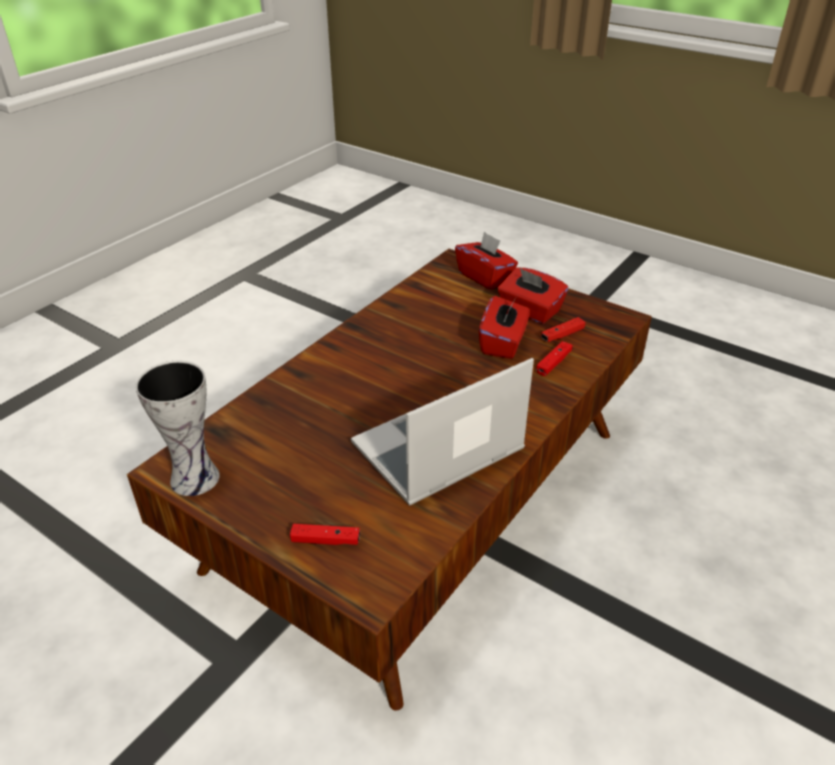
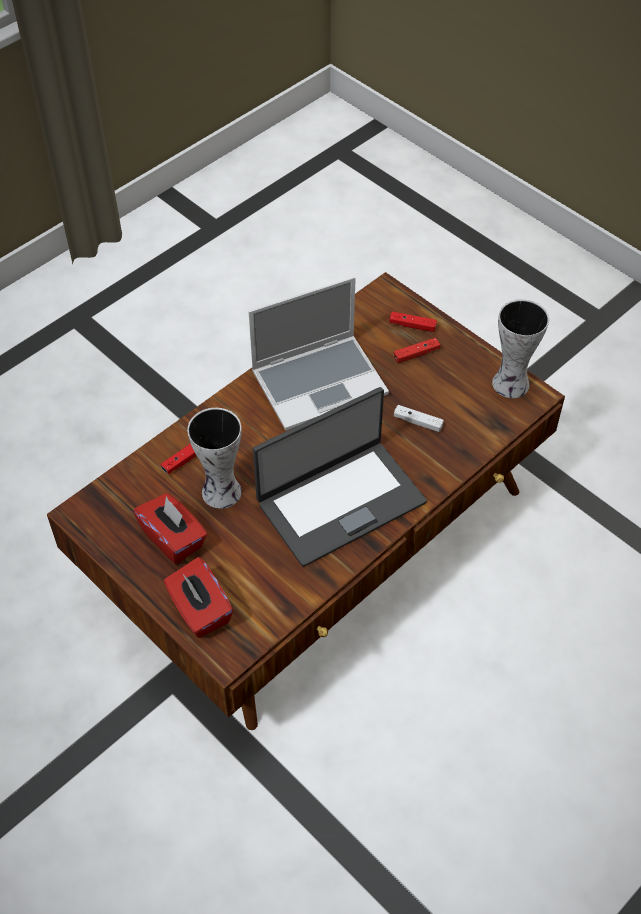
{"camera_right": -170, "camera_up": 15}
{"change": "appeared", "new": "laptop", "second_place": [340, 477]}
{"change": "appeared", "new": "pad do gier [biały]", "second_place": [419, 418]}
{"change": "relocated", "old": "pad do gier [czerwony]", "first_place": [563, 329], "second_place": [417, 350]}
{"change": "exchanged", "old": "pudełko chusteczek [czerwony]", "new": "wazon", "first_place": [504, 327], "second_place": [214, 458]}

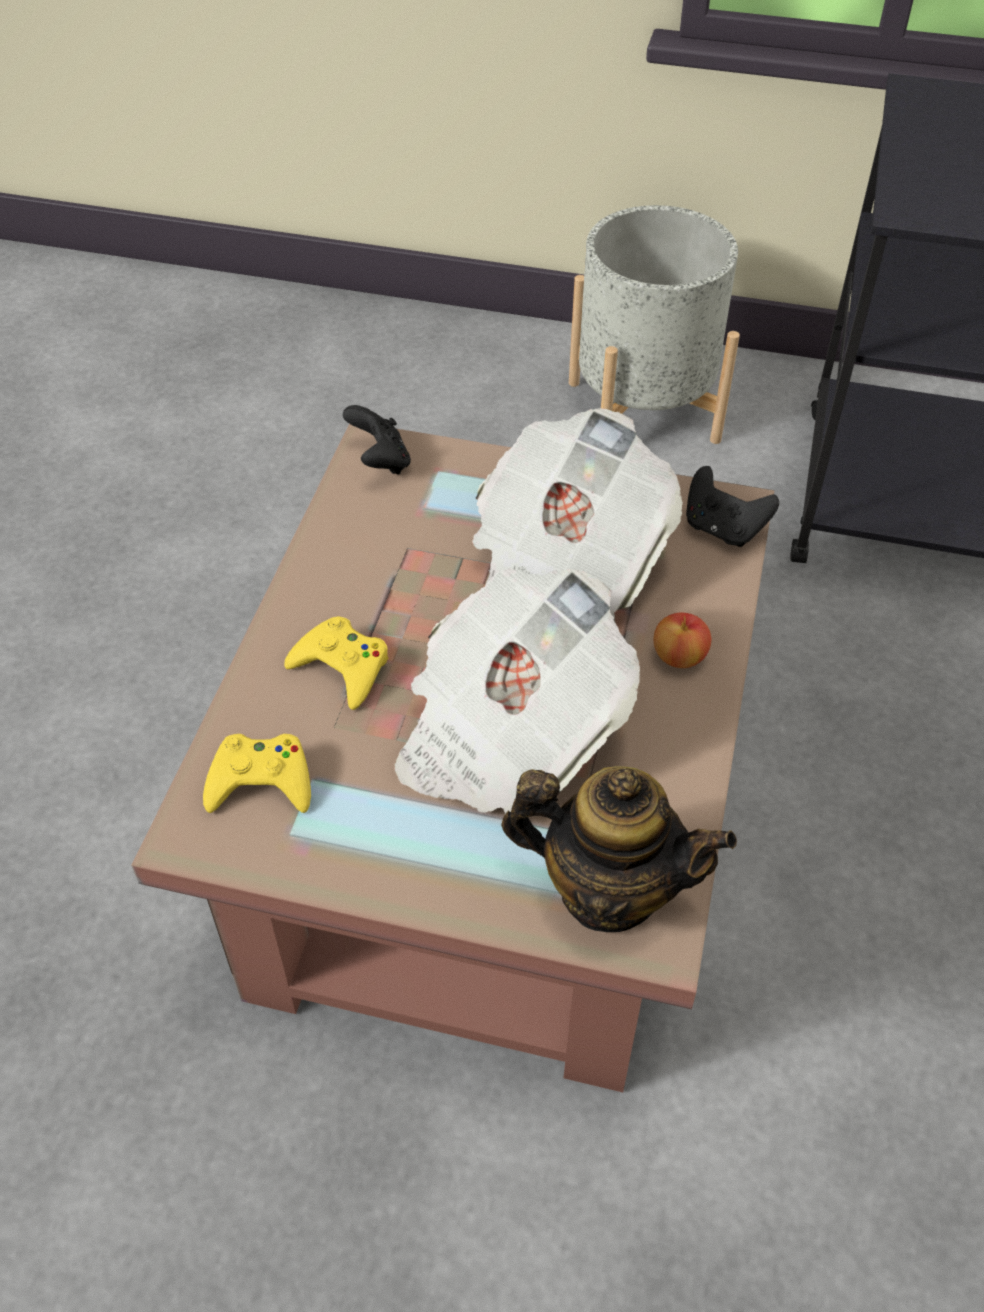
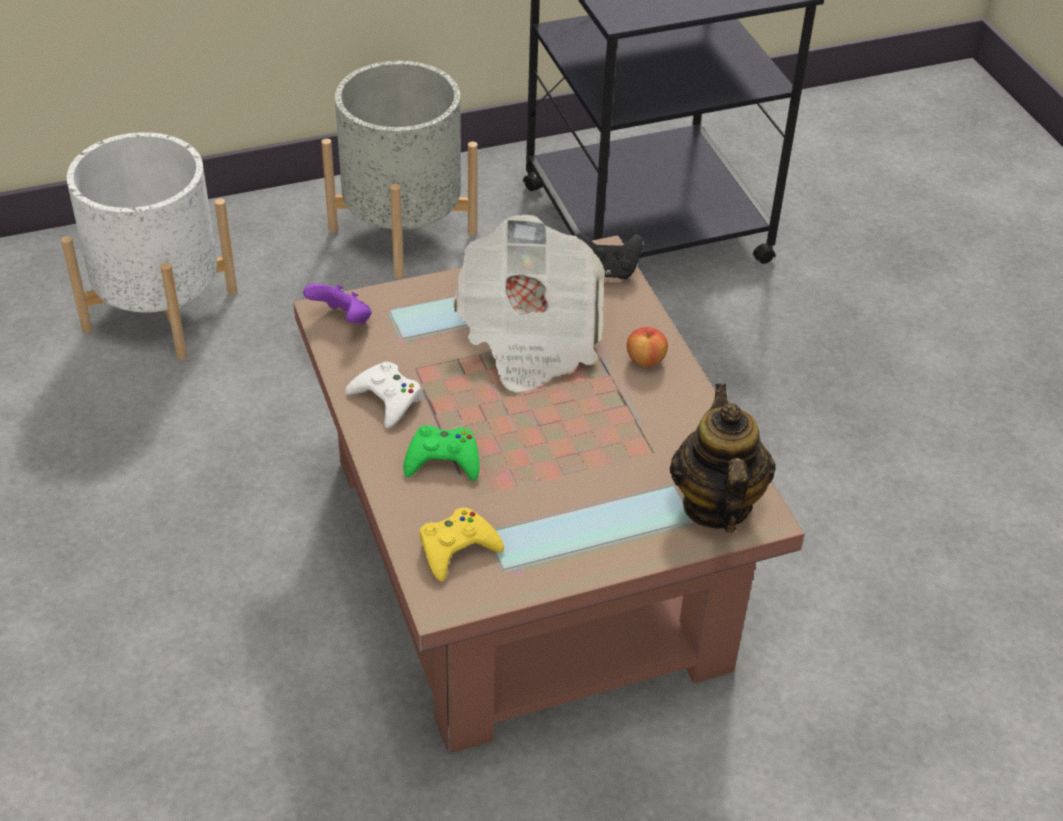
{"camera_right": -35, "camera_up": -5}
{"change": "missing", "old": "gazeta", "first_place": [517, 691]}
{"change": "appeared", "new": "donica [biały]", "second_place": [149, 246]}
{"change": "appeared", "new": "pad do gier [biały]", "second_place": [383, 395]}
{"change": "colour", "old": "pad do gier [żółty]", "new": "pad do gier [zielony]", "first_place": [336, 663], "second_place": [441, 453]}
{"change": "colour", "old": "pad do gier [czarny]", "new": "pad do gier [fioletowy]", "first_place": [377, 440], "second_place": [337, 303]}
{"change": "spun", "old": "imbryk", "first_place": [619, 849], "second_place": [723, 458], "degrees": -75}

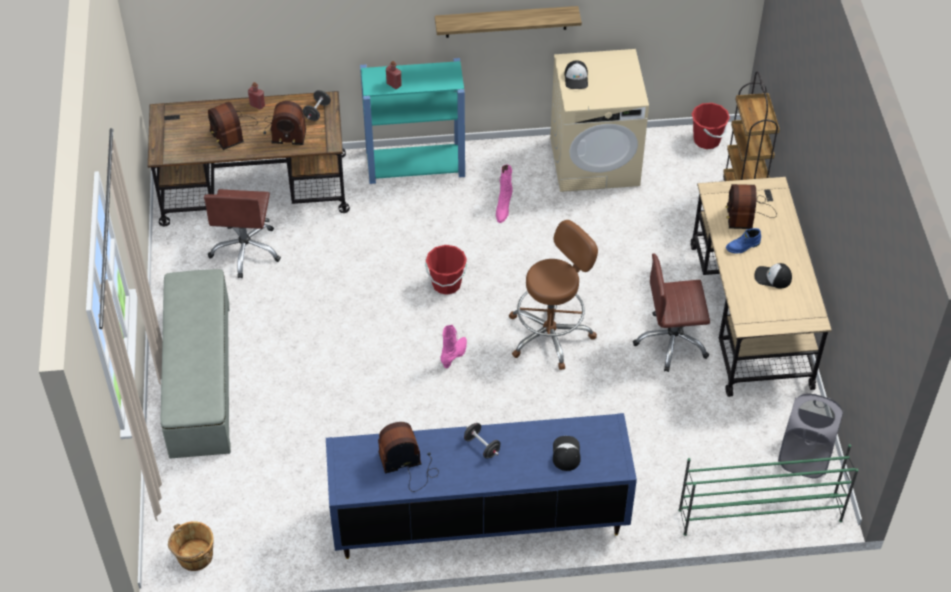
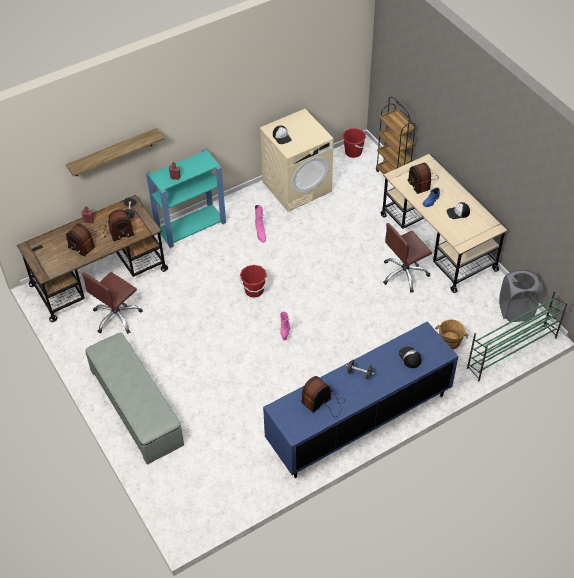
{"camera_right": -25, "camera_up": 0}
{"change": "missing", "old": "stołek [brązowy]", "first_place": [553, 295]}
{"change": "relocated", "old": "wiadro [brązowy]", "first_place": [190, 546], "second_place": [451, 334]}
{"change": "relocated", "old": "półka", "first_place": [508, 22], "second_place": [115, 152]}
{"change": "spun", "old": "krzesło biurowe [brązowy]", "first_place": [242, 233], "second_place": [112, 303], "degrees": 60}

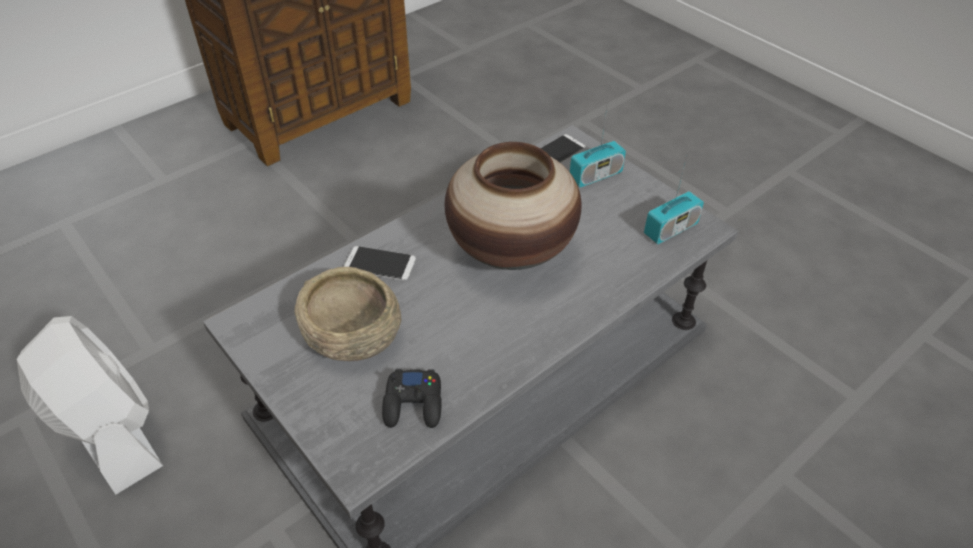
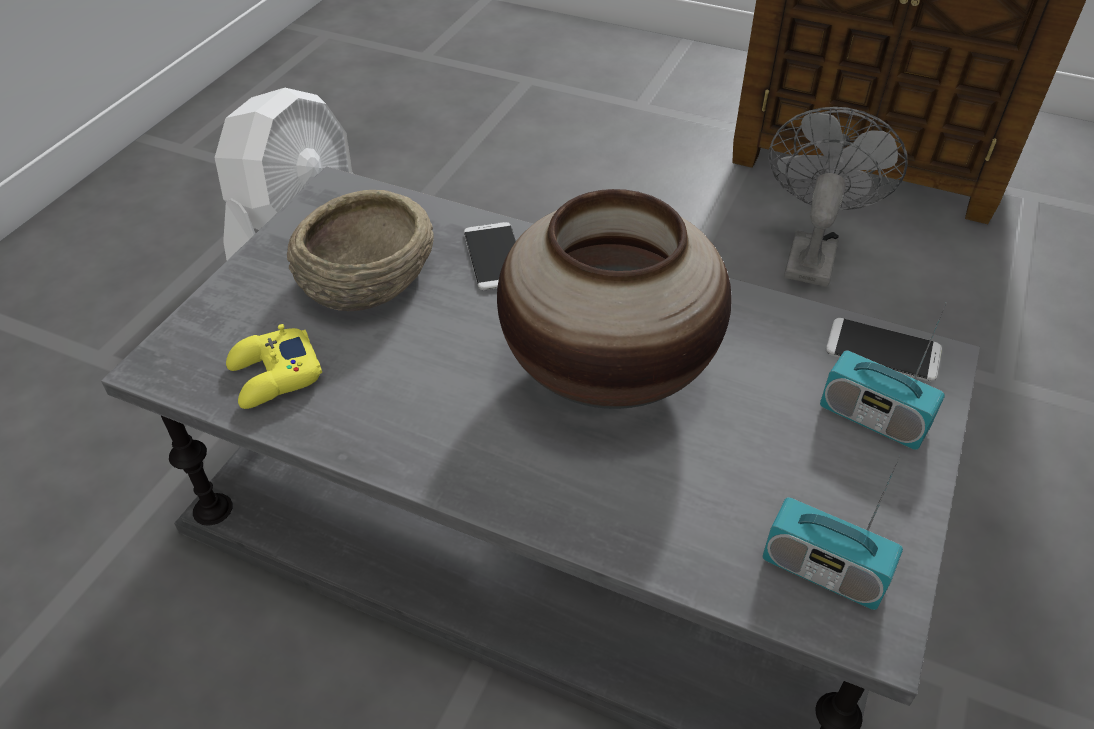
{"camera_right": 65, "camera_up": 0}
{"change": "appeared", "new": "wentylator [szary]", "second_place": [838, 197]}
{"change": "colour", "old": "pad do gier [czarny]", "new": "pad do gier [żółty]", "first_place": [412, 398], "second_place": [274, 366]}

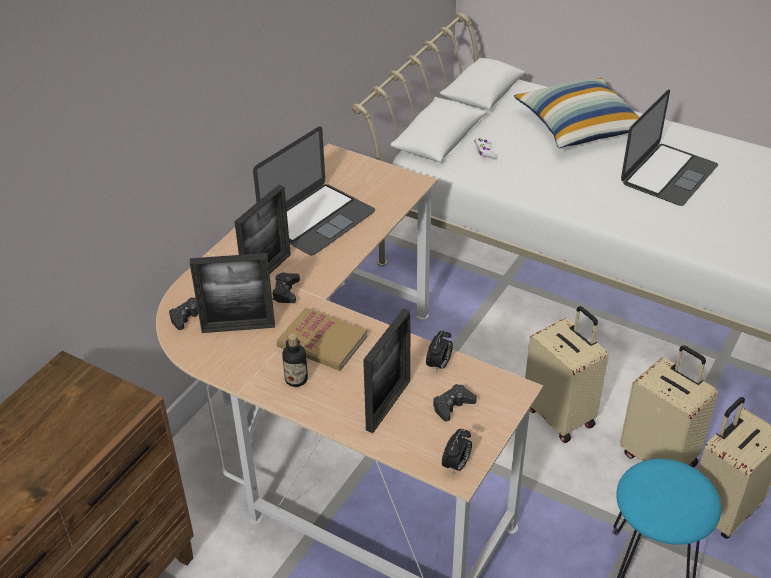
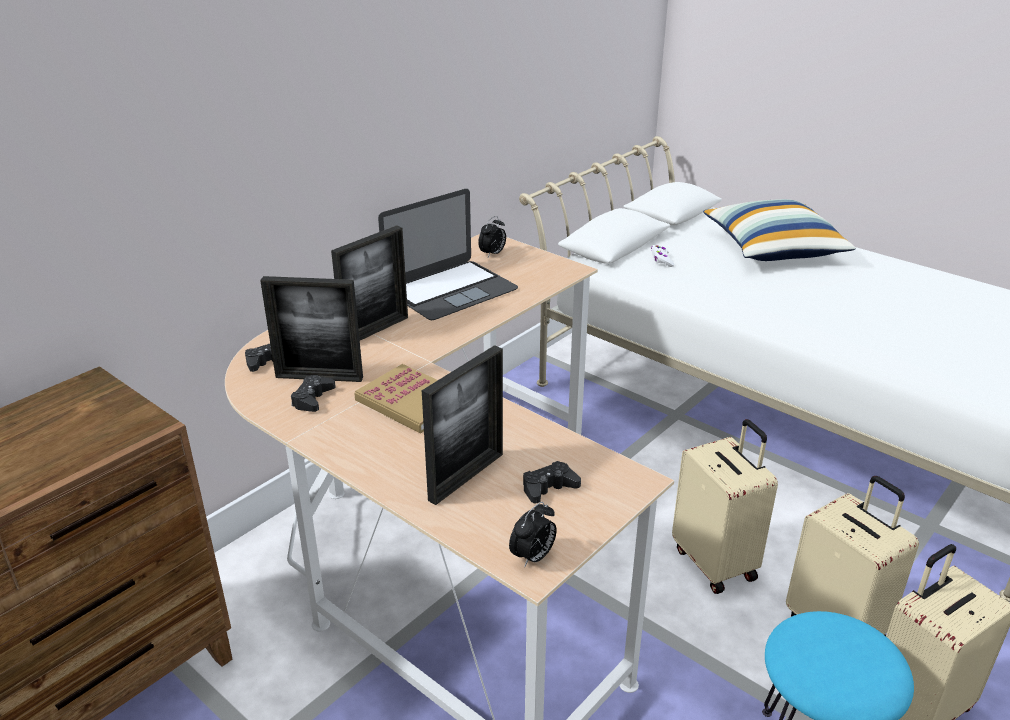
{"camera_right": 10, "camera_up": -10}
{"change": "missing", "old": "butelka", "first_place": [295, 360]}
{"change": "missing", "old": "laptop", "first_place": [669, 147]}
{"change": "relocated", "old": "pad do gier [czarny]", "first_place": [286, 287], "second_place": [313, 393]}
{"change": "relocated", "old": "budzik", "first_place": [439, 351], "second_place": [492, 236]}

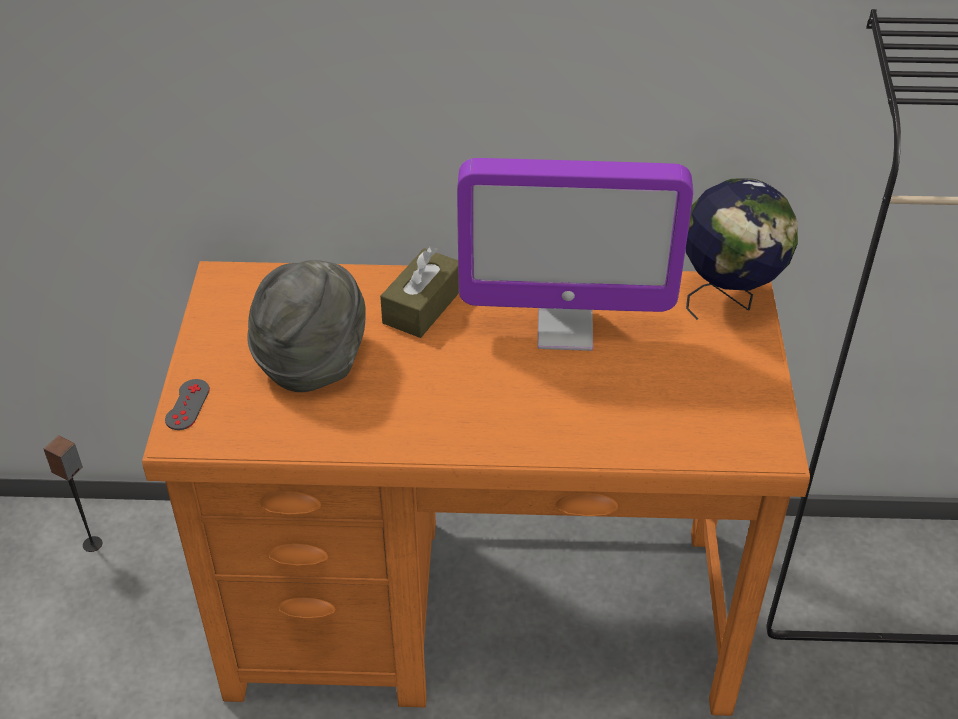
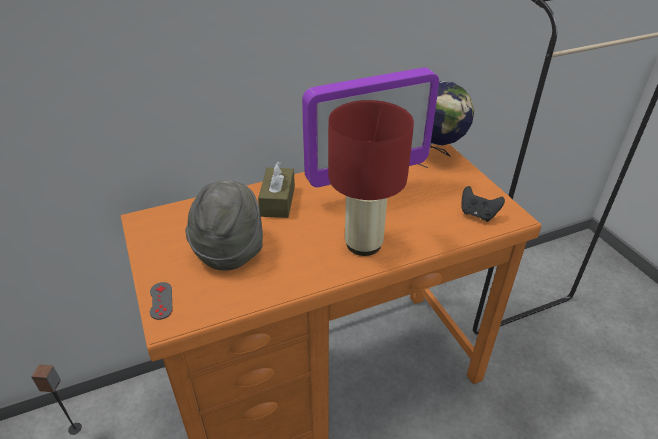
{"camera_right": -25, "camera_up": -5}
{"change": "appeared", "new": "lampa stołowa [czerwony]", "second_place": [371, 178]}
{"change": "appeared", "new": "pad do gier [czarny]", "second_place": [483, 203]}

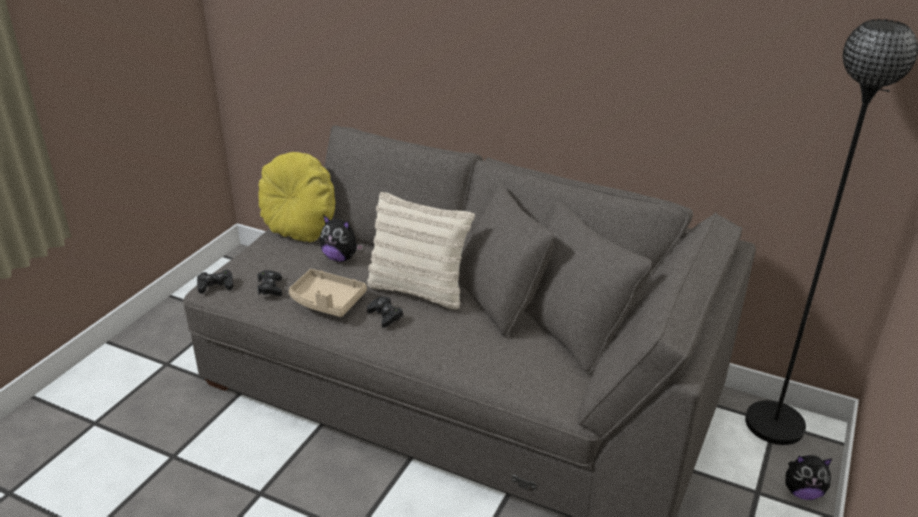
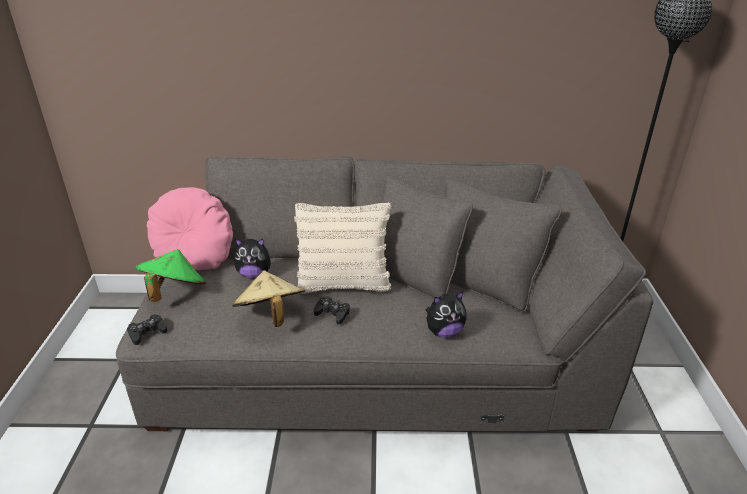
{"camera_right": -25, "camera_up": 0}
{"change": "missing", "old": "pad do gier [czarny]", "first_place": [269, 283]}
{"change": "appeared", "new": "kapelusz [zielony]", "second_place": [170, 275]}
{"change": "relocated", "old": "pluszak", "first_place": [808, 477], "second_place": [446, 314]}
{"change": "exchanged", "old": "taca [beżowy]", "new": "kapelusz [beżowy]", "first_place": [328, 293], "second_place": [268, 299]}
{"change": "colour", "old": "poduszka [żółty]", "new": "poduszka [różowy]", "first_place": [296, 197], "second_place": [190, 228]}

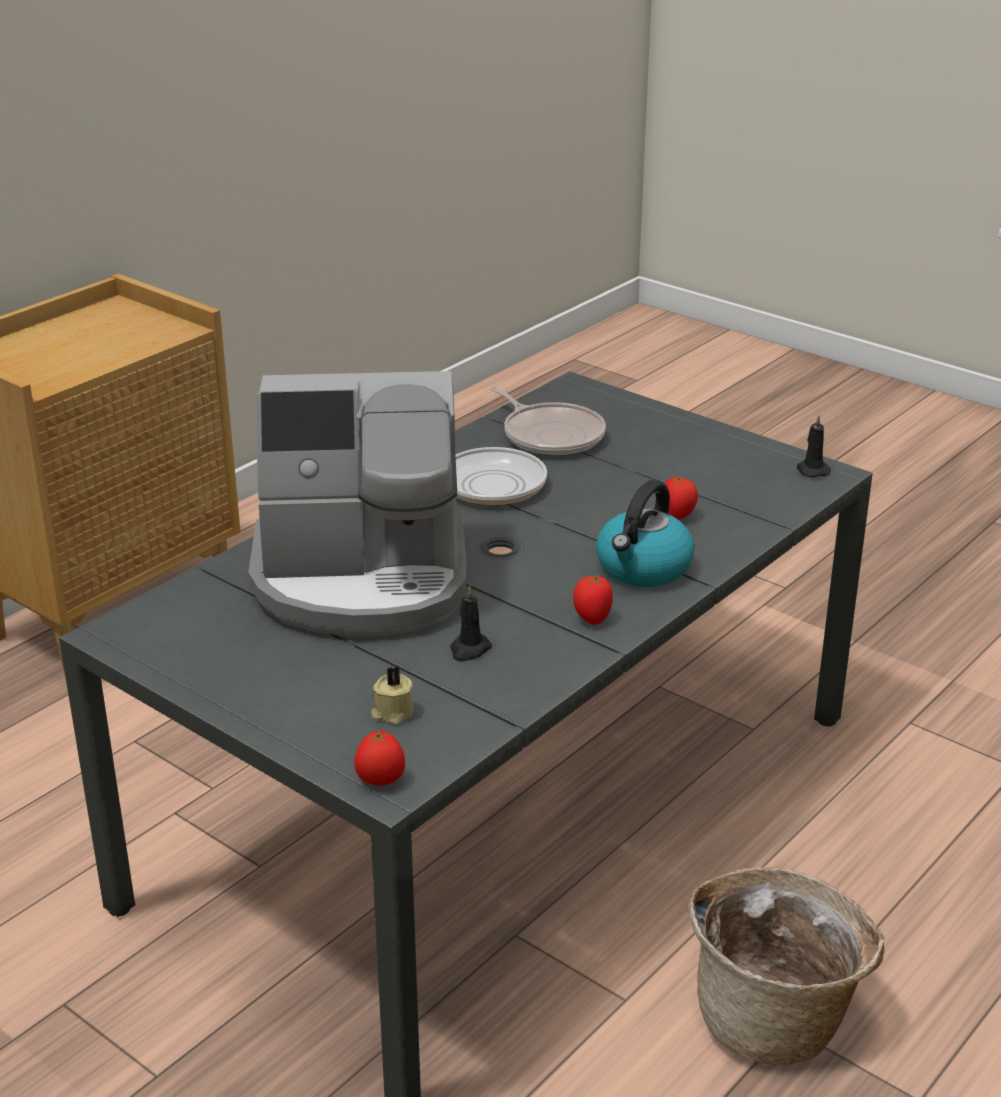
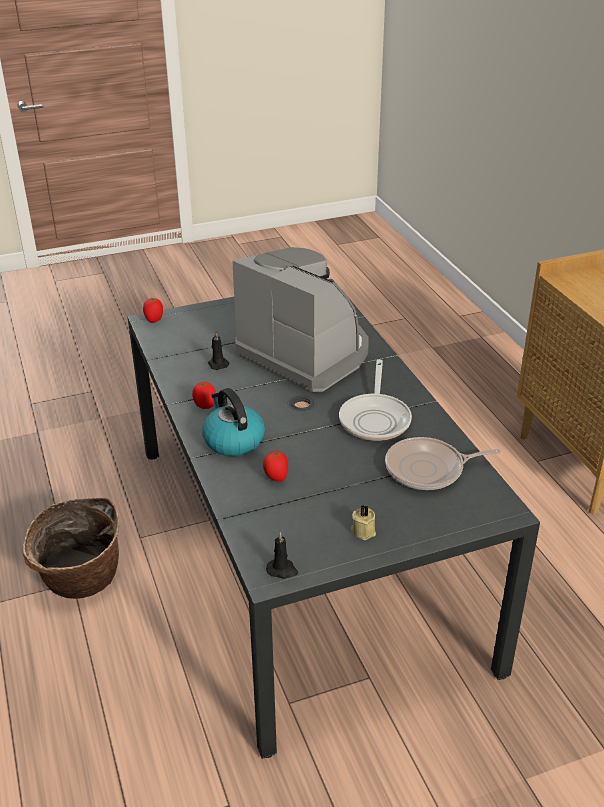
{"camera_right": 120, "camera_up": 5}
{"change": "relocated", "old": "świeca [beżowy]", "first_place": [392, 695], "second_place": [363, 522]}
{"change": "spun", "old": "ekspres do kawy", "first_place": [357, 504], "second_place": [300, 319], "degrees": 105}

